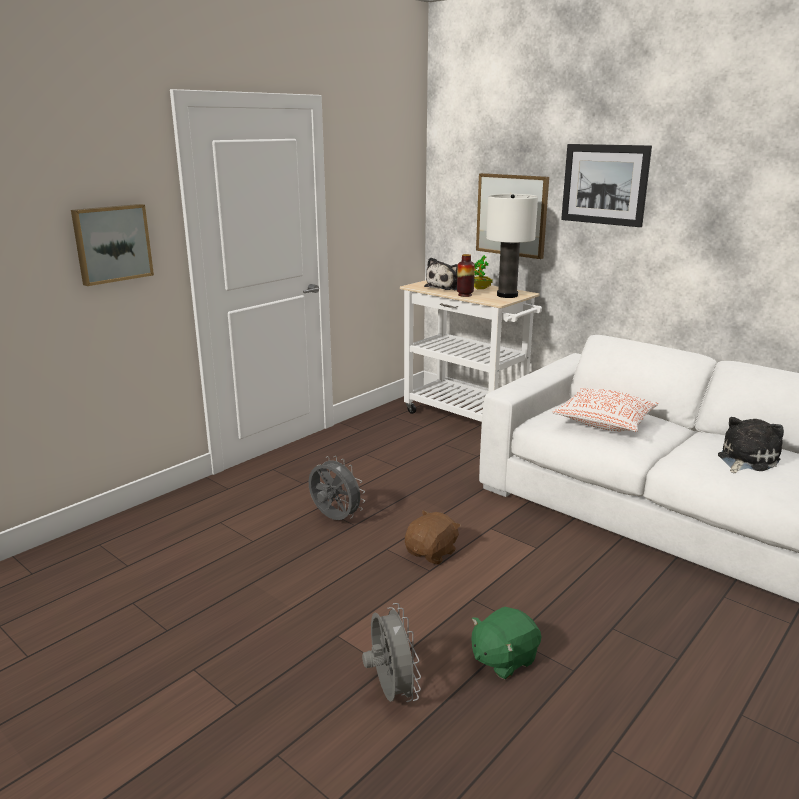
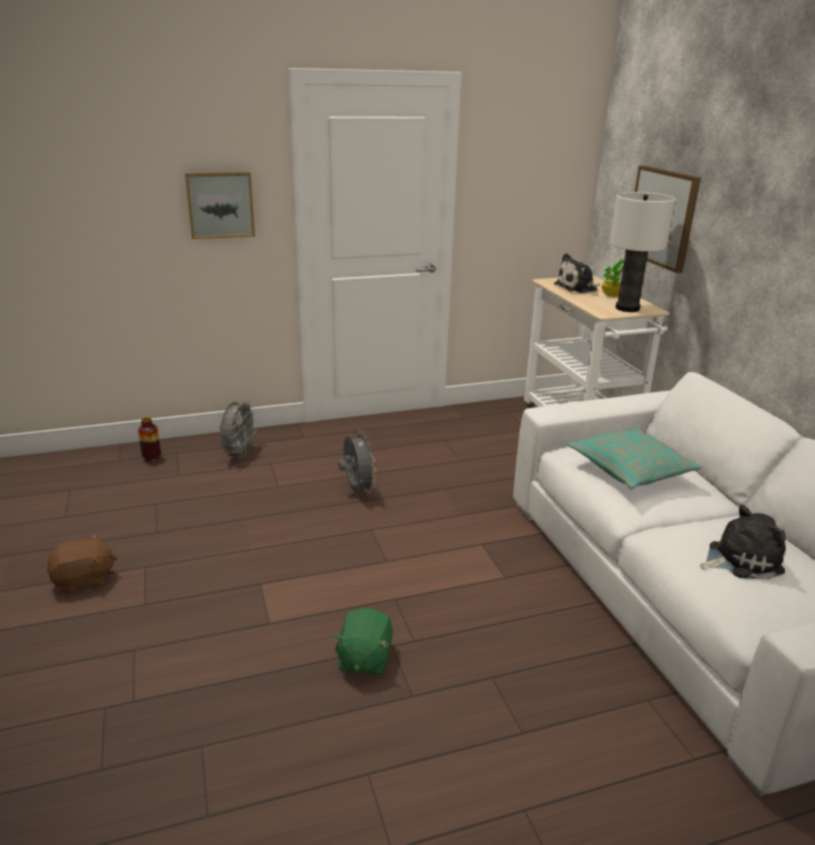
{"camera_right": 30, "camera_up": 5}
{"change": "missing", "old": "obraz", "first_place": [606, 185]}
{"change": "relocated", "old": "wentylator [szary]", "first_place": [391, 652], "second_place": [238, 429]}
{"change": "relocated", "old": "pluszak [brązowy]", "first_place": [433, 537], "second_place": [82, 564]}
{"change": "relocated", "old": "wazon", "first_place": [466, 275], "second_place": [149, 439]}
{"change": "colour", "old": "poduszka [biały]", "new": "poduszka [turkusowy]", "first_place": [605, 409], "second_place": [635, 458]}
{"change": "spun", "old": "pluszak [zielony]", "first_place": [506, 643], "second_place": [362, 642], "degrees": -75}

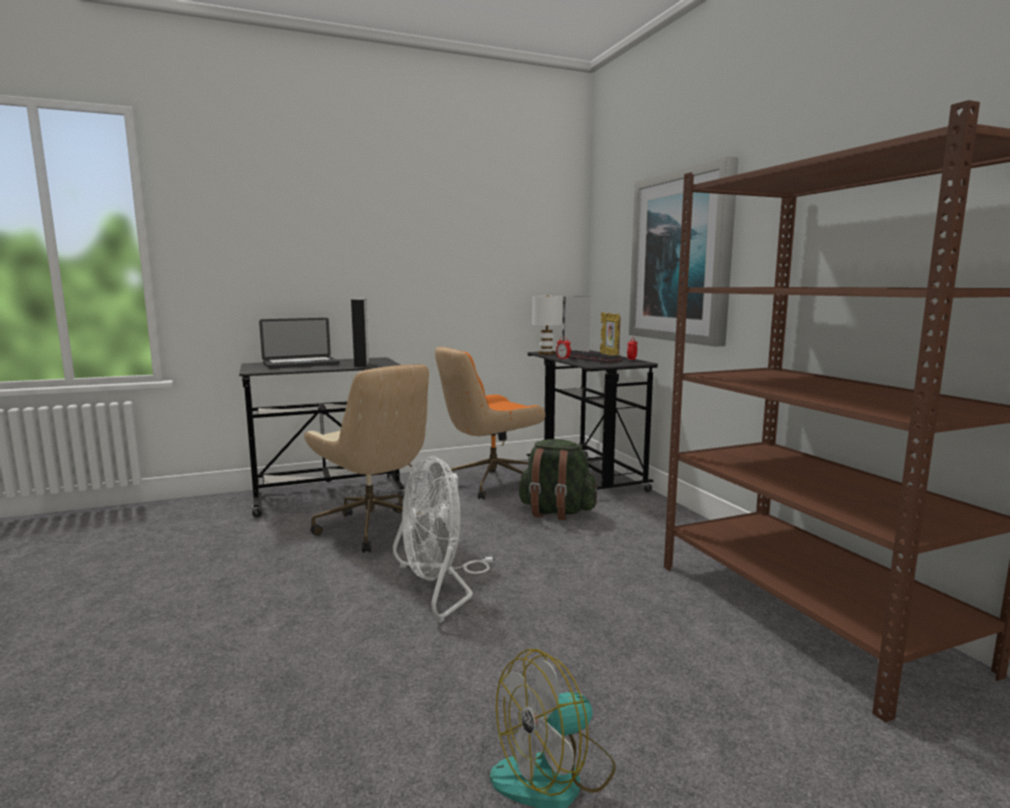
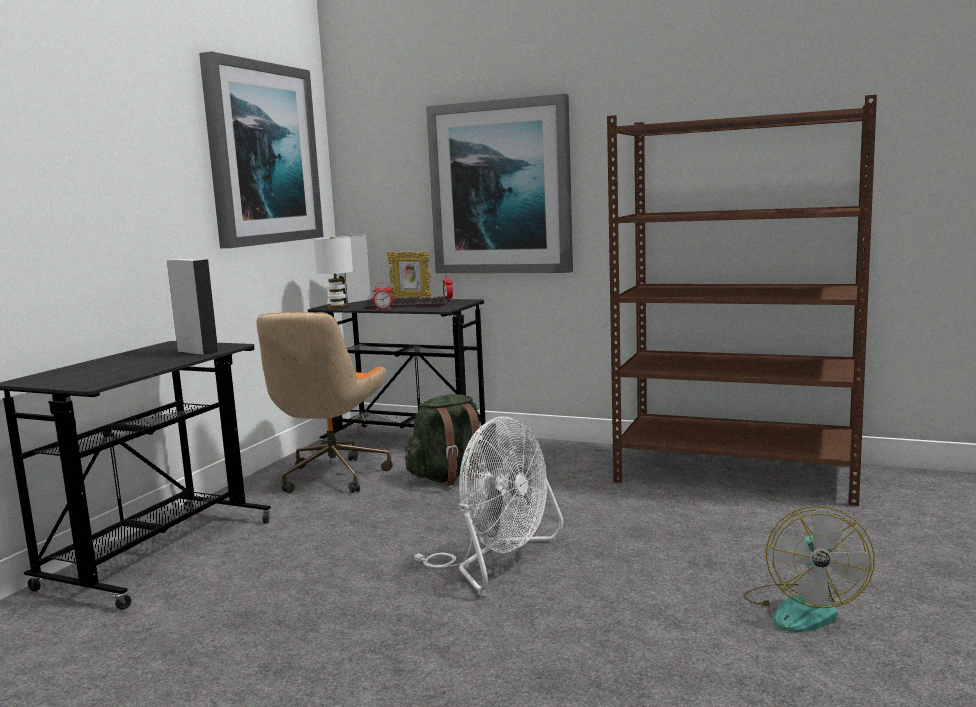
{"camera_right": -45, "camera_up": 0}
{"change": "missing", "old": "laptop", "first_place": [299, 343]}
{"change": "missing", "old": "krzesło biurowe [beżowy]", "first_place": [366, 458]}
{"change": "appeared", "new": "obraz", "second_place": [261, 149]}
{"change": "spun", "old": "wentylator [biały]", "first_place": [444, 539], "second_place": [488, 506], "degrees": -75}

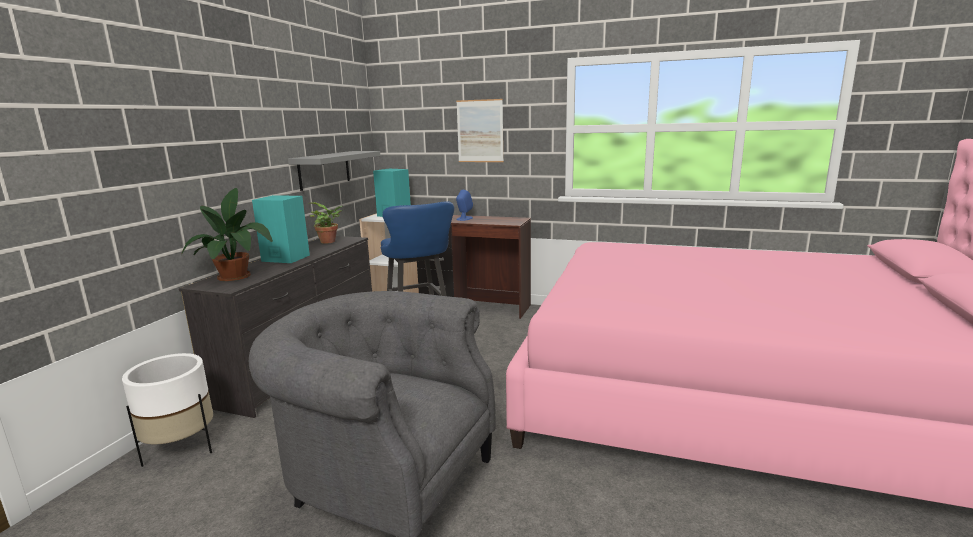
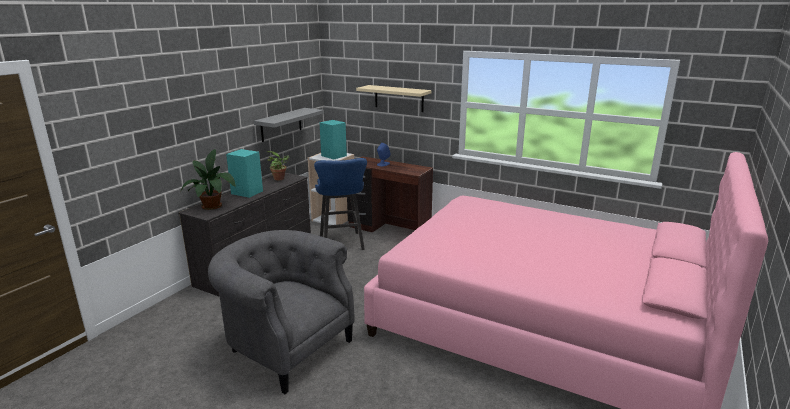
{"camera_right": 10, "camera_up": 5}
{"change": "missing", "old": "donica [biały]", "first_place": [167, 410]}
{"change": "exchanged", "old": "obraz", "new": "półka [beżowy]", "first_place": [480, 130], "second_place": [393, 98]}

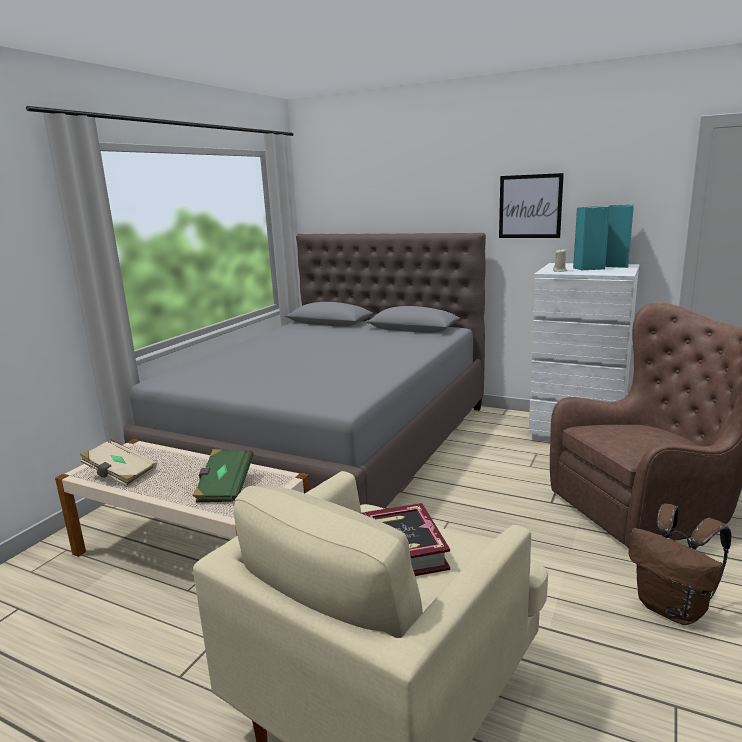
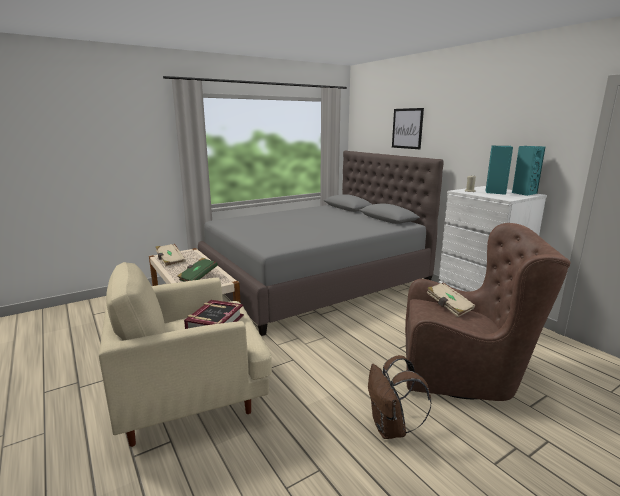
{"camera_right": 30, "camera_up": 0}
{"change": "appeared", "new": "książka [beżowy]", "second_place": [450, 299]}
{"change": "relocated", "old": "obraz", "first_place": [531, 205], "second_place": [408, 128]}

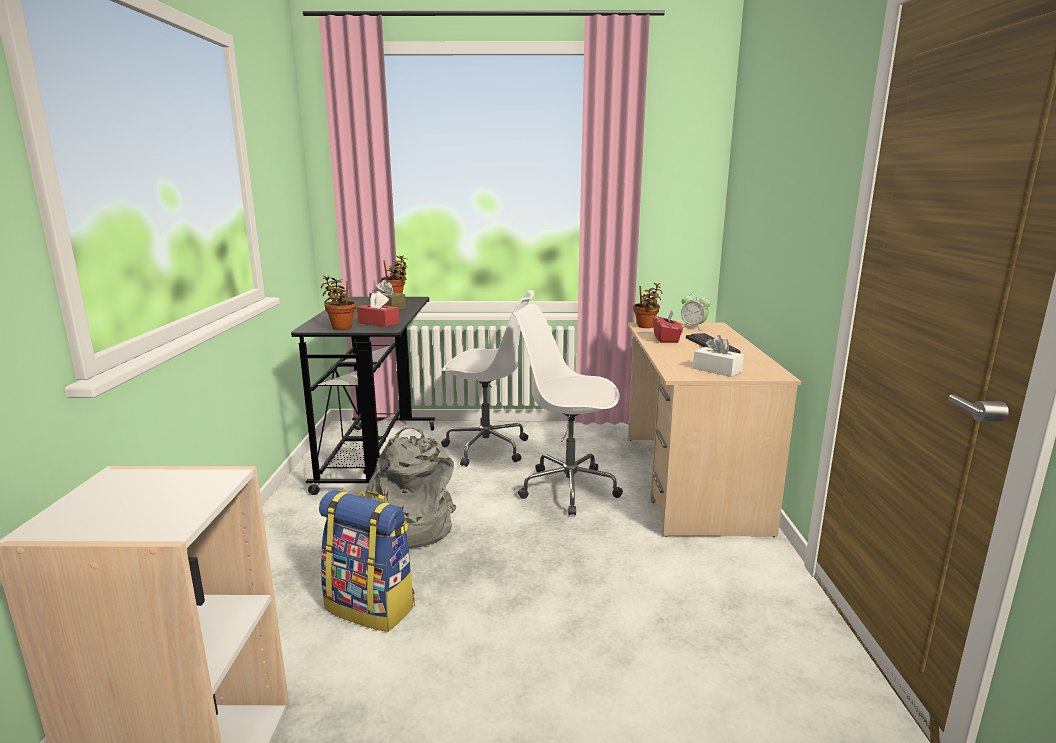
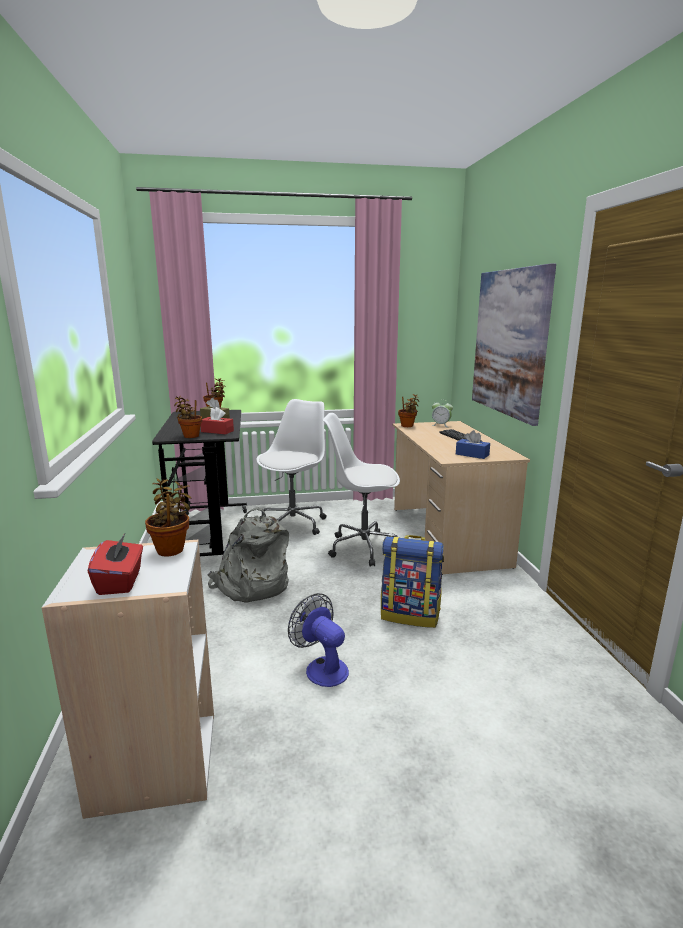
{"camera_right": -10, "camera_up": 0}
{"change": "appeared", "new": "roślina doniczkowa", "second_place": [168, 517]}
{"change": "appeared", "new": "wentylator", "second_place": [318, 640]}
{"change": "appeared", "new": "obraz", "second_place": [514, 344]}
{"change": "relocated", "old": "plecak", "first_place": [367, 561], "second_place": [412, 581]}
{"change": "relocated", "old": "pudełko chusteczek [czerwony]", "first_place": [668, 326], "second_place": [115, 563]}
{"change": "colour", "old": "pudełko chusteczek [biały]", "new": "pudełko chusteczek [niebieski]", "first_place": [718, 356], "second_place": [473, 444]}
{"change": "spun", "old": "krzesło biurowe [biały]", "first_place": [487, 378], "second_place": [292, 467], "degrees": -60}

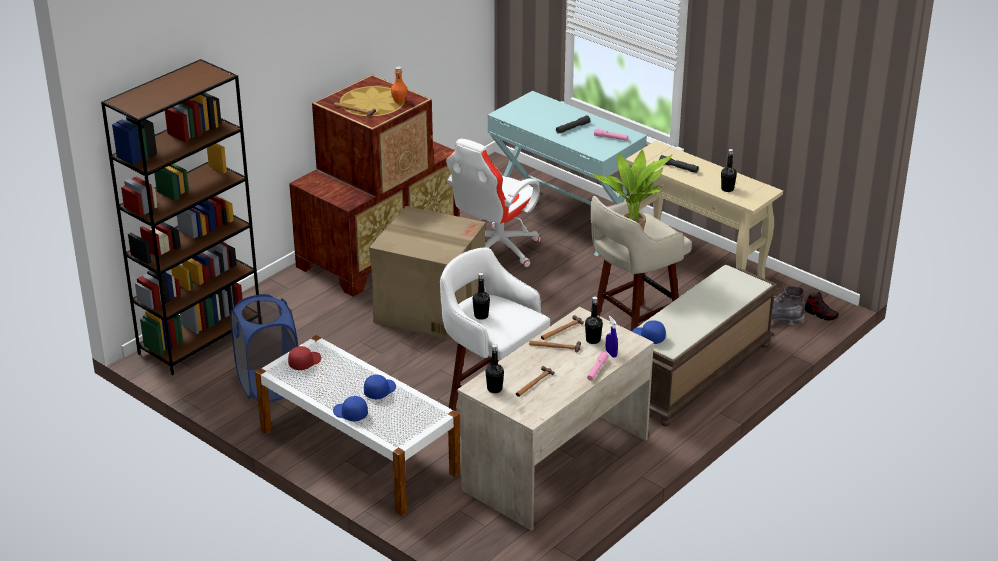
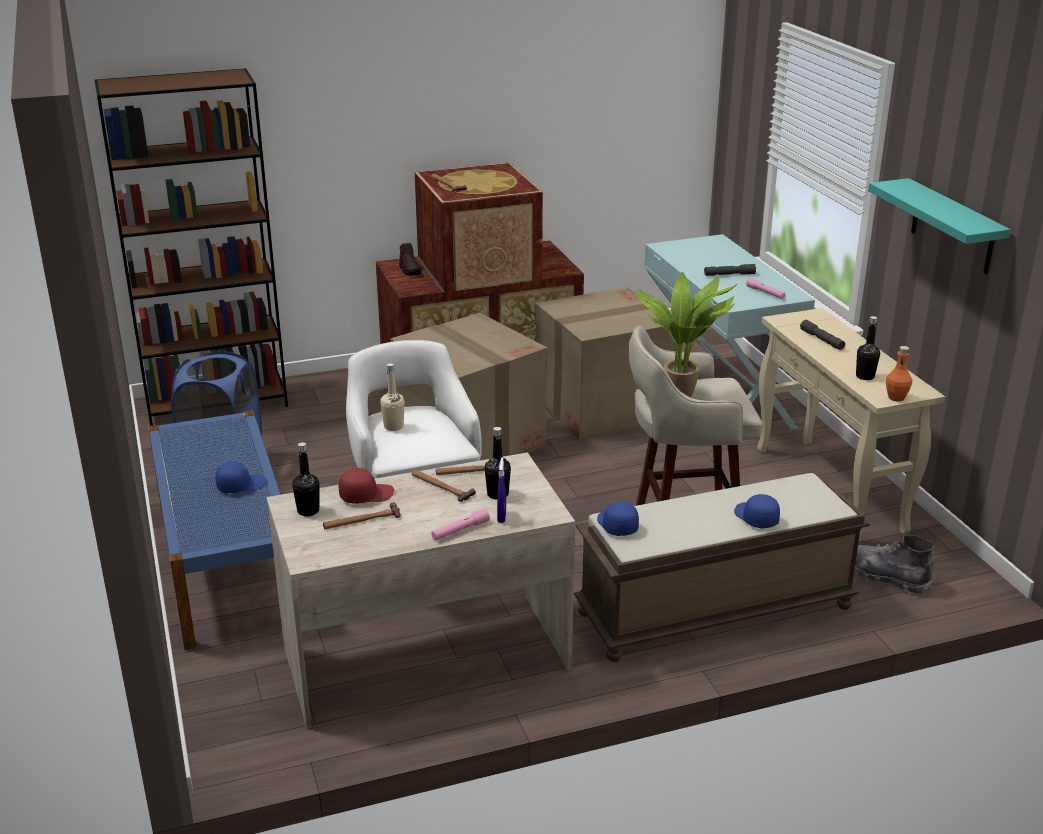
{"camera_right": 30, "camera_up": -5}
{"change": "appeared", "new": "półka [turkusowy]", "second_place": [939, 226]}
{"change": "relocated", "old": "czapka z daszkiem [czerwony]", "first_place": [304, 358], "second_place": [366, 486]}
{"change": "relocated", "old": "czapka z daszkiem [niebieski]", "first_place": [350, 408], "second_place": [757, 511]}
{"change": "relocated", "old": "butelka [pomarańczowy]", "first_place": [399, 85], "second_place": [899, 374]}
{"change": "relocated", "old": "but", "first_place": [822, 306], "second_place": [410, 259]}
{"change": "exchanged", "old": "krzesło biurowe [biały]", "new": "karton", "first_place": [493, 203], "second_place": [605, 363]}
{"change": "colour", "old": "ławka [biały]", "new": "ławka [niebieski]", "first_place": [357, 426], "second_place": [214, 530]}
{"change": "colour", "old": "butelka [czarny]", "new": "butelka [beżowy]", "first_place": [481, 296], "second_place": [392, 397]}

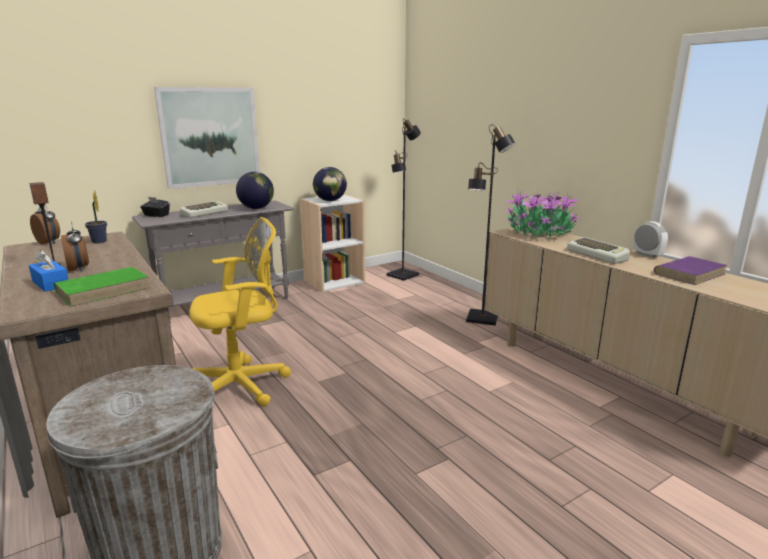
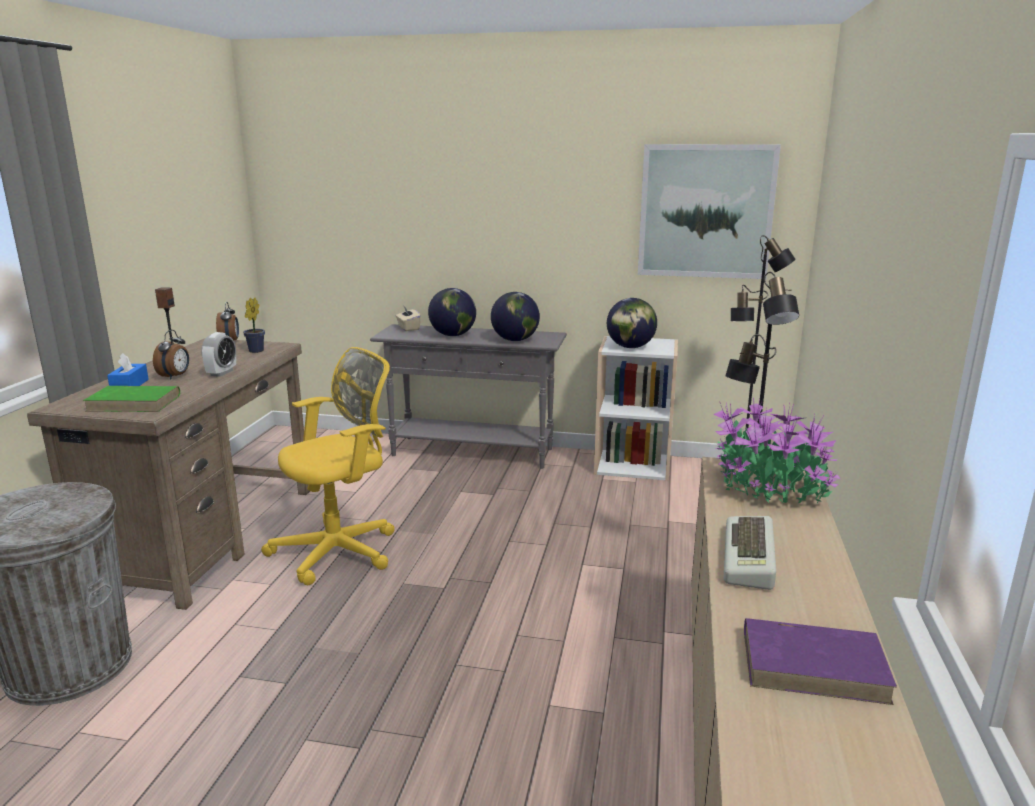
{"camera_right": 45, "camera_up": 0}
{"change": "relocated", "old": "obraz", "first_place": [207, 138], "second_place": [709, 211]}
{"change": "relocated", "old": "budzik", "first_place": [650, 239], "second_place": [218, 354]}
{"change": "exchanged", "old": "klawiatura", "new": "globus", "first_place": [204, 209], "second_place": [452, 312]}
{"change": "colour", "old": "pudełko chusteczek [czarny]", "new": "pudełko chusteczek [beżowy]", "first_place": [155, 207], "second_place": [408, 318]}
{"change": "spun", "old": "krzesło biurowe [żółty]", "first_place": [240, 312], "second_place": [328, 466], "degrees": -60}

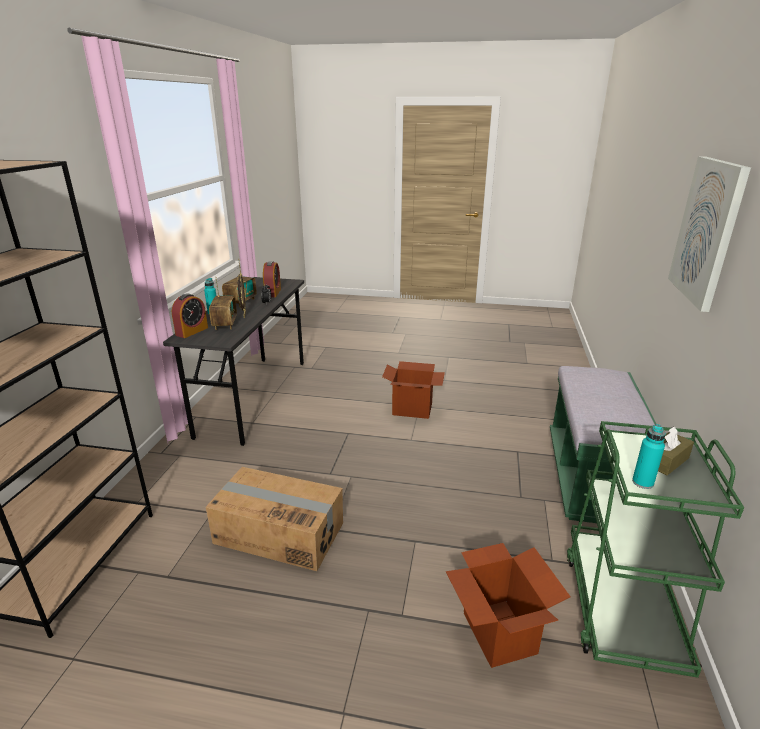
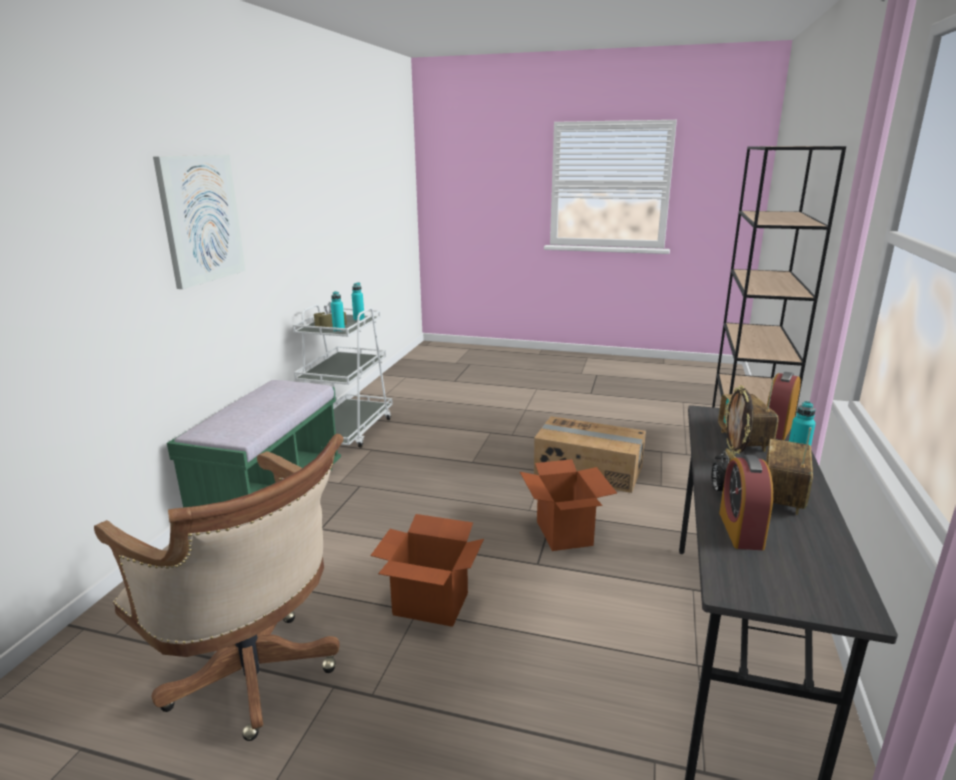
{"camera_right": -175, "camera_up": -5}
{"change": "appeared", "new": "krzesło biurowe", "second_place": [218, 587]}
{"change": "appeared", "new": "butelka [turkusowy]", "second_place": [338, 311]}
{"change": "relocated", "old": "karton", "first_place": [508, 605], "second_place": [568, 505]}
{"change": "colour", "old": "wózek [zielony]", "new": "wózek [biały]", "first_place": [655, 549], "second_place": [343, 376]}

